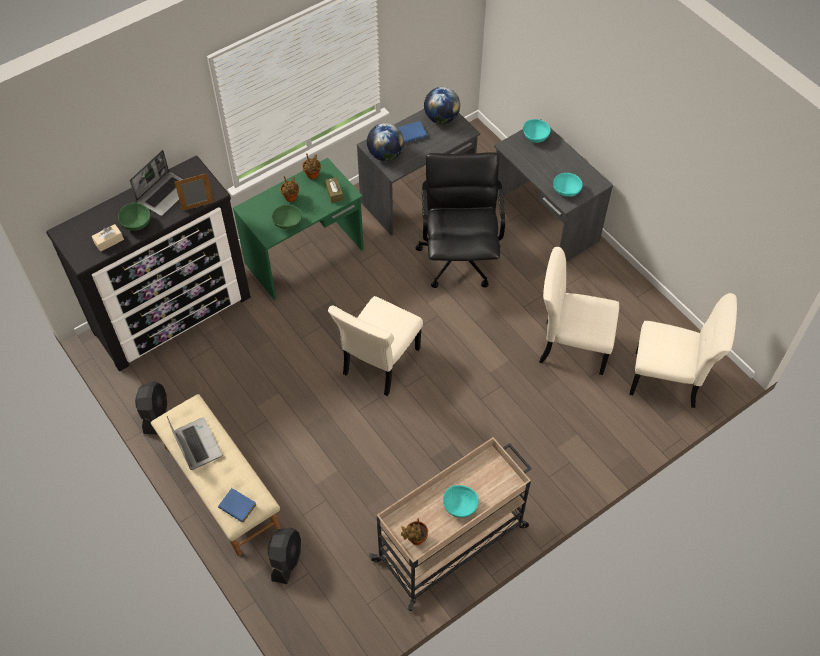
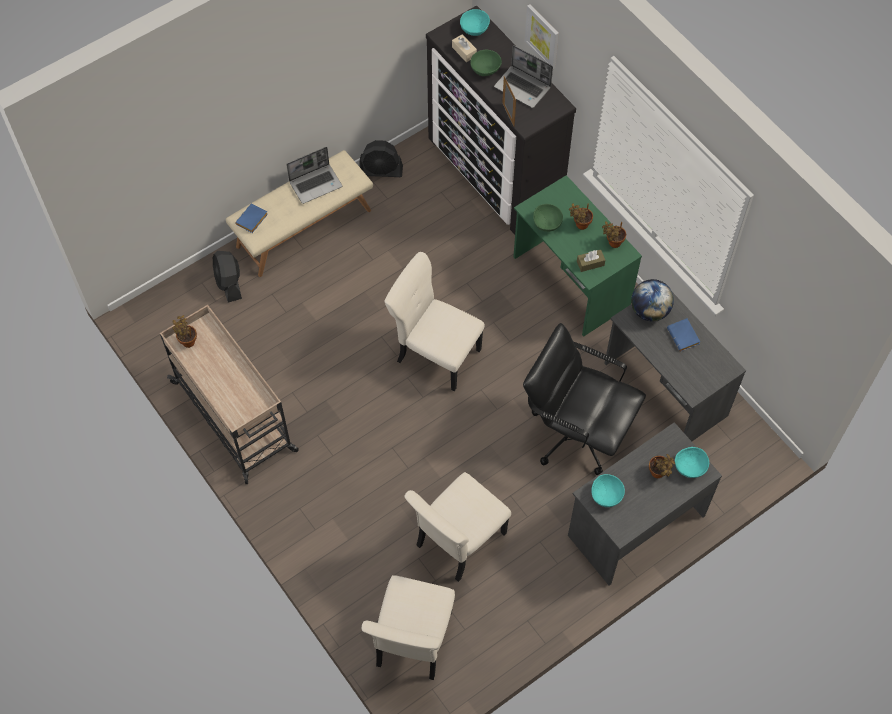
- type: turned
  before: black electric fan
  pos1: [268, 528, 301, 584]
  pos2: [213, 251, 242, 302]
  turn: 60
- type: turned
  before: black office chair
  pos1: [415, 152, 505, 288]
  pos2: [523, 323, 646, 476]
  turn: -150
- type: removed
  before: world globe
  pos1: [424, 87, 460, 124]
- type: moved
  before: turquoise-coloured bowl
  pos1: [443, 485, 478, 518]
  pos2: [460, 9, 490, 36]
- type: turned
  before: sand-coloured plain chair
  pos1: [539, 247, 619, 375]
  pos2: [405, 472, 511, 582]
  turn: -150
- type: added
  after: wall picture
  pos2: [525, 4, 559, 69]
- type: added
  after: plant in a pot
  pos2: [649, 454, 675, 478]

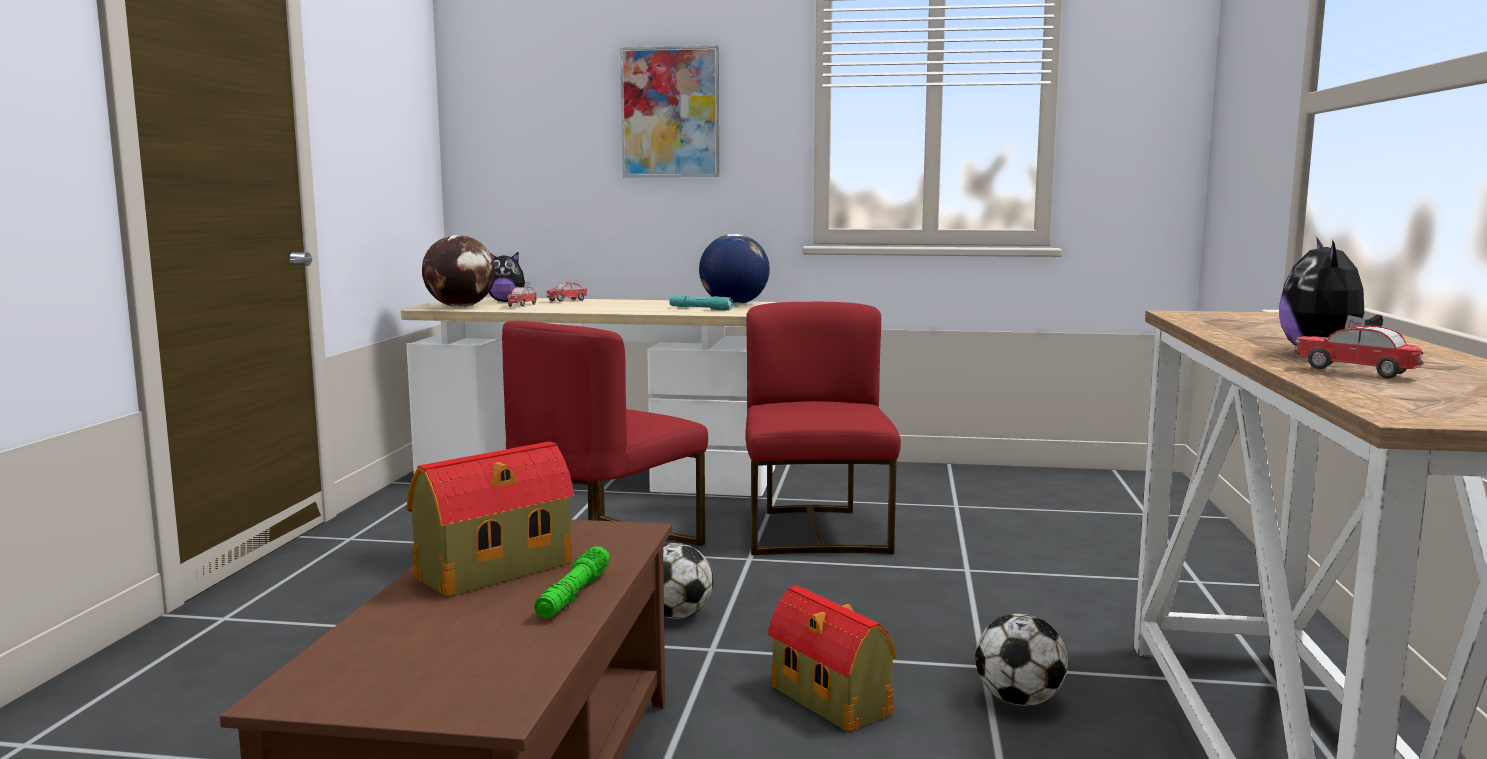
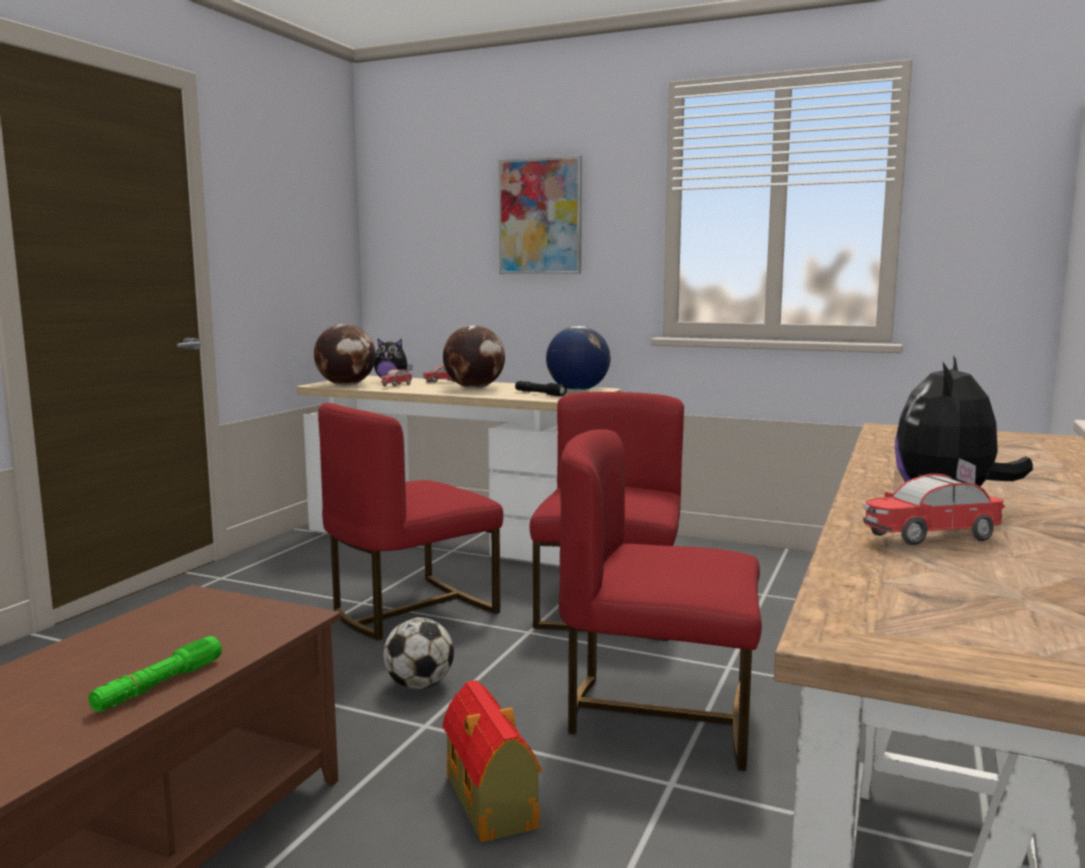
- type: removed
  before: toy house
  pos1: [406, 441, 574, 597]
- type: recoloured
  before: turquoise-coloured flashlight
  after: black flashlight
  pos1: [669, 296, 733, 311]
  pos2: [515, 381, 567, 396]
- type: removed
  before: football ball
  pos1: [975, 614, 1068, 706]
- type: turned
  before: model car
  pos1: [1295, 326, 1424, 379]
  pos2: [862, 474, 1005, 545]
  turn: -75
- type: added
  after: world globe
  pos2: [443, 325, 505, 389]
- type: added
  after: reddish plain chair
  pos2: [559, 429, 762, 771]

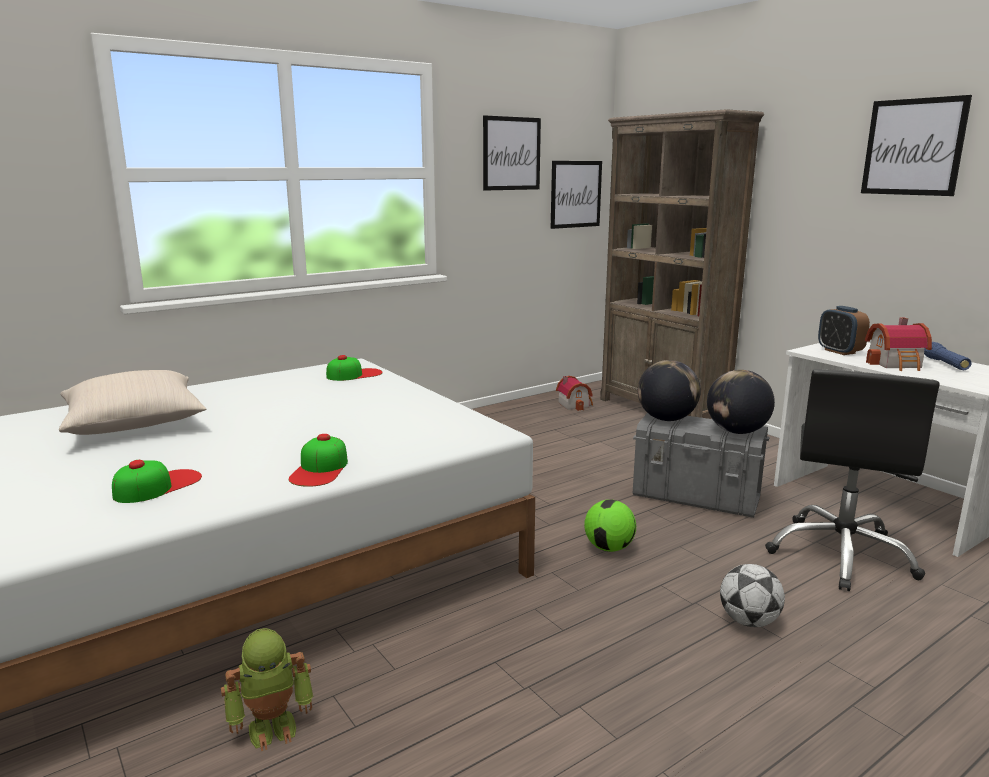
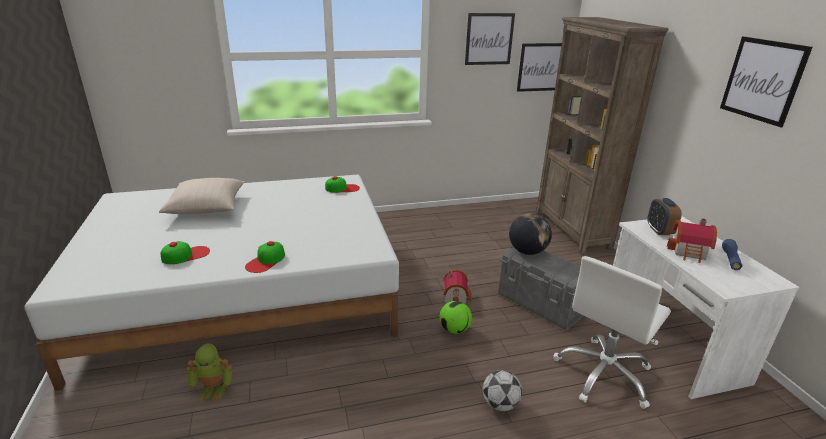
- type: moved
  before: toy house
  pos1: [556, 376, 593, 411]
  pos2: [443, 270, 472, 304]
- type: removed
  before: world globe
  pos1: [707, 370, 775, 434]
- type: recoloured
  before: black office chair
  after: white-coloured office chair
  pos1: [765, 369, 940, 591]
  pos2: [553, 256, 671, 409]

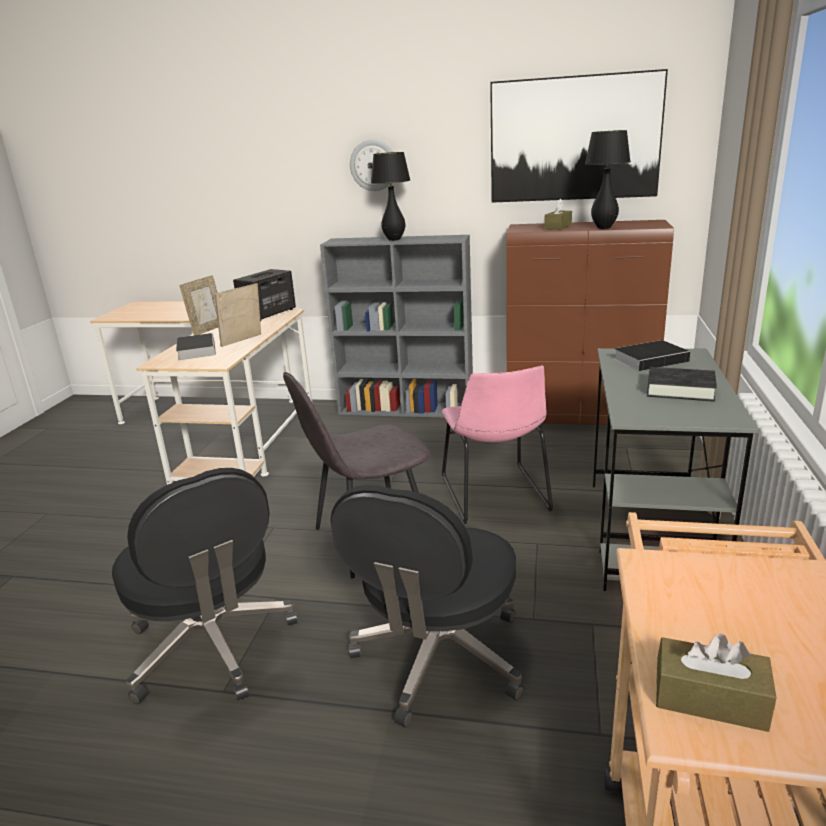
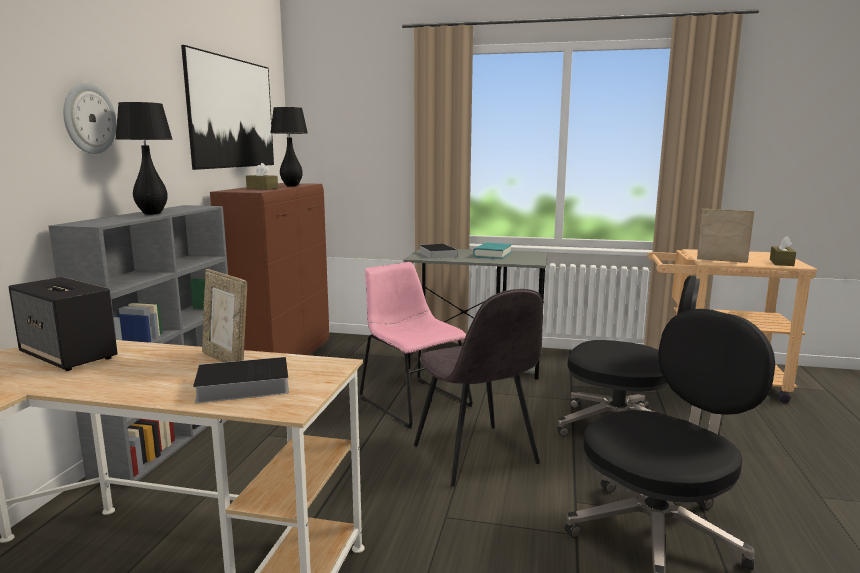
- type: moved
  before: photo frame
  pos1: [179, 275, 218, 335]
  pos2: [697, 209, 754, 263]
- type: turned
  before: pinkish plain chair
  pos1: [442, 366, 553, 524]
  pos2: [359, 262, 473, 429]
  turn: -120
- type: recoloured
  before: black book
  after: turquoise-coloured book
  pos1: [647, 367, 717, 402]
  pos2: [473, 243, 512, 259]

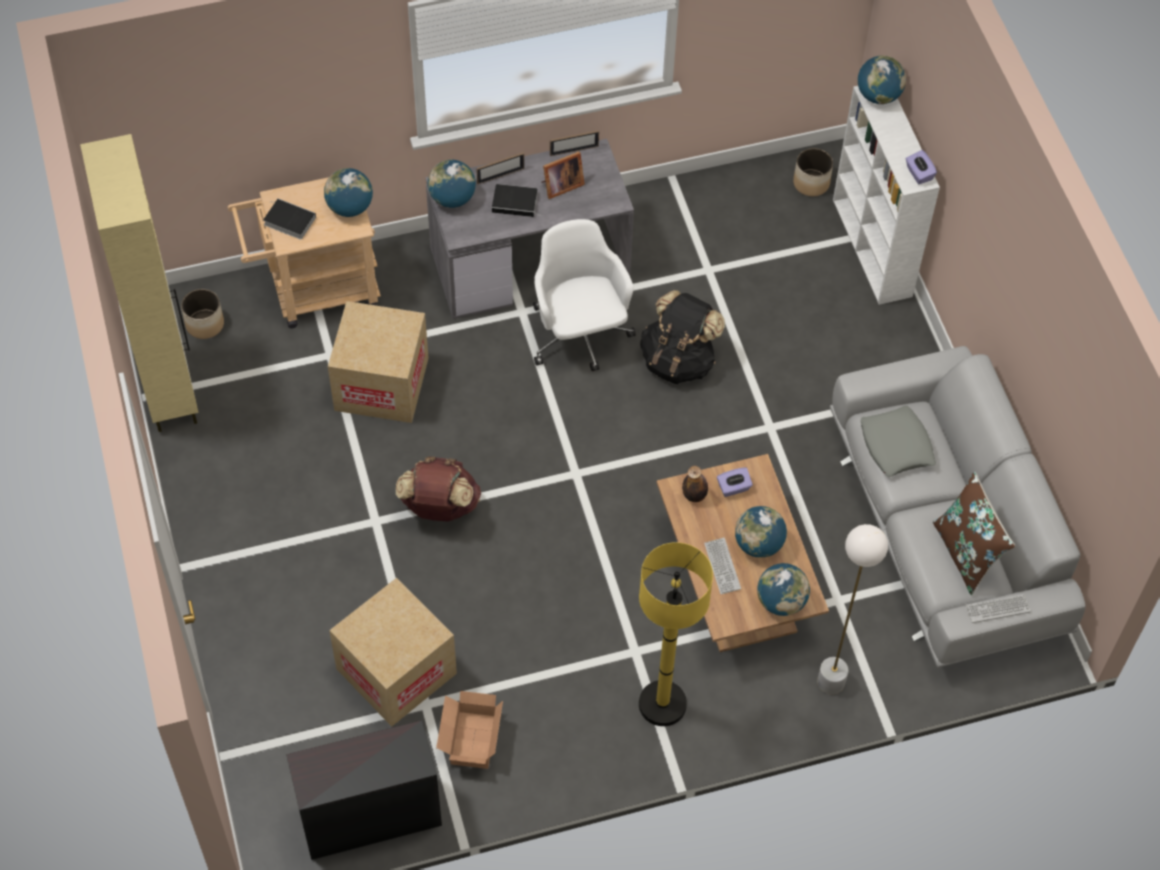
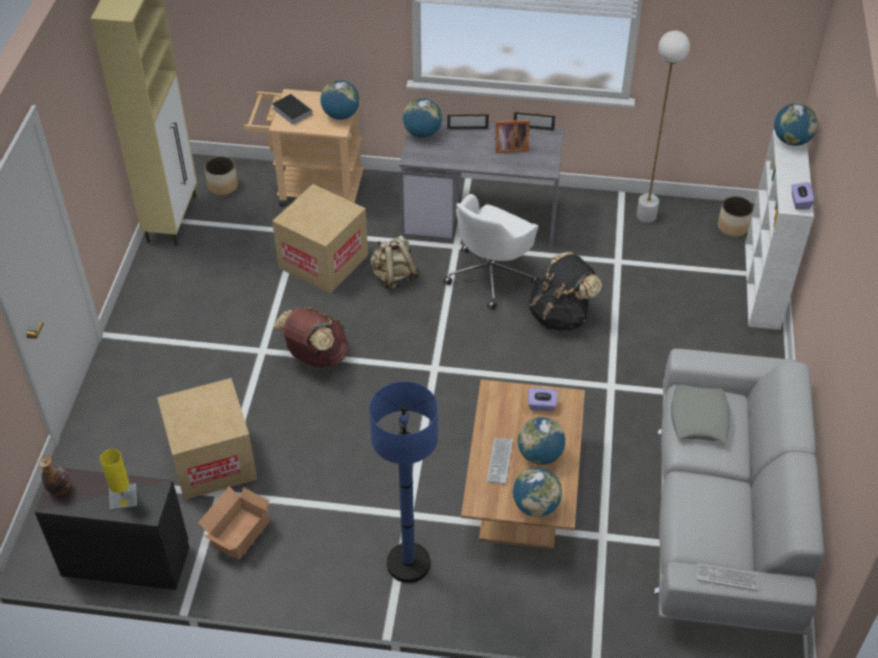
- type: removed
  before: book
  pos1: [492, 184, 540, 217]
- type: turned
  before: white-coloured office chair
  pos1: [533, 219, 636, 371]
  pos2: [443, 194, 540, 310]
  turn: -150
- type: recoloured
  before: yellowish floor lamp
  after: blue-coloured floor lamp
  pos1: [639, 542, 713, 726]
  pos2: [369, 381, 438, 583]
- type: moved
  before: drink bottle
  pos1: [682, 466, 708, 502]
  pos2: [38, 455, 71, 496]
- type: moved
  before: white-coloured floor lamp
  pos1: [817, 524, 888, 695]
  pos2: [636, 31, 690, 223]
- type: removed
  before: brownish cushion
  pos1: [933, 472, 1015, 595]
- type: added
  after: yellowish table lamp
  pos2: [100, 449, 137, 510]
- type: added
  after: sand-coloured backpack
  pos2: [370, 235, 420, 289]

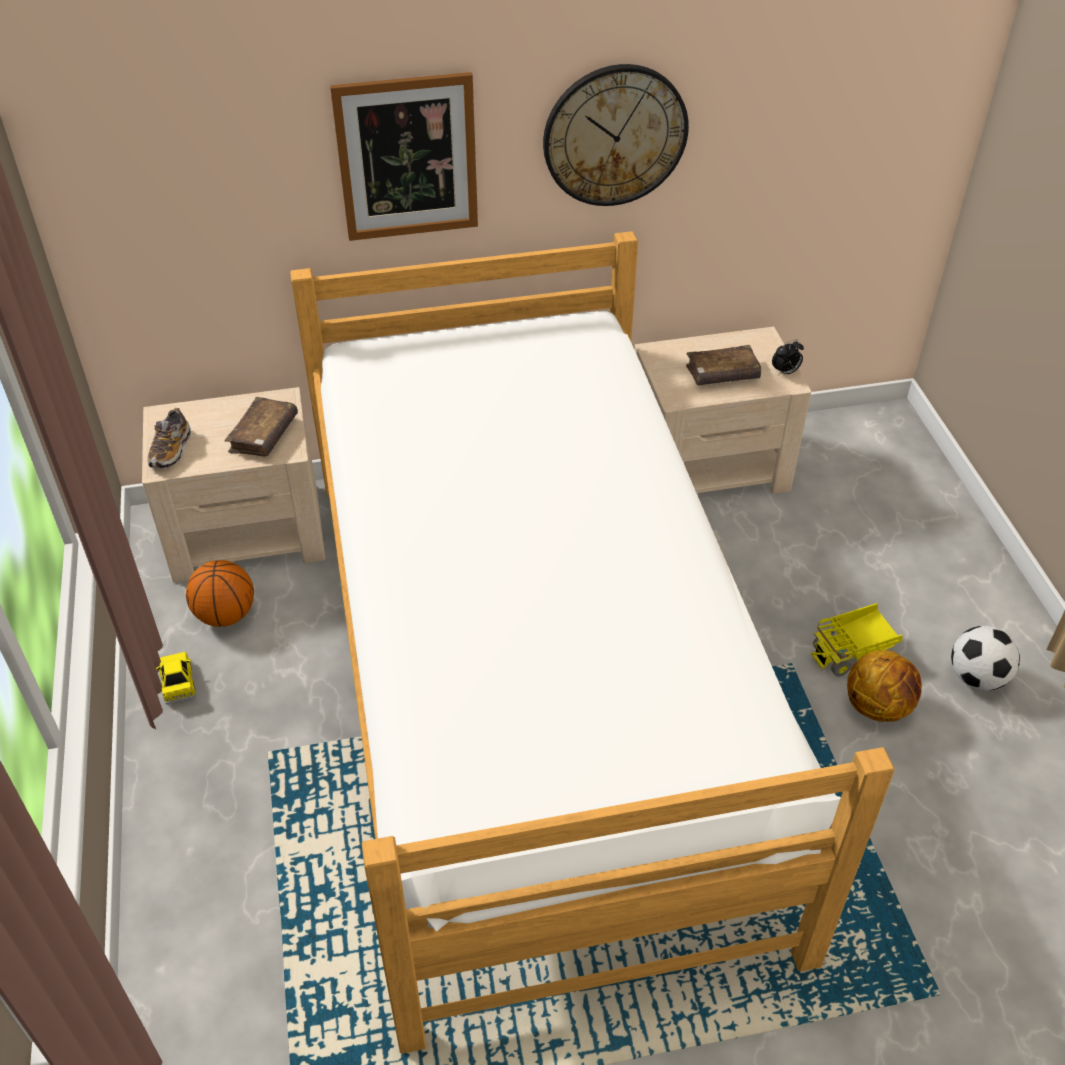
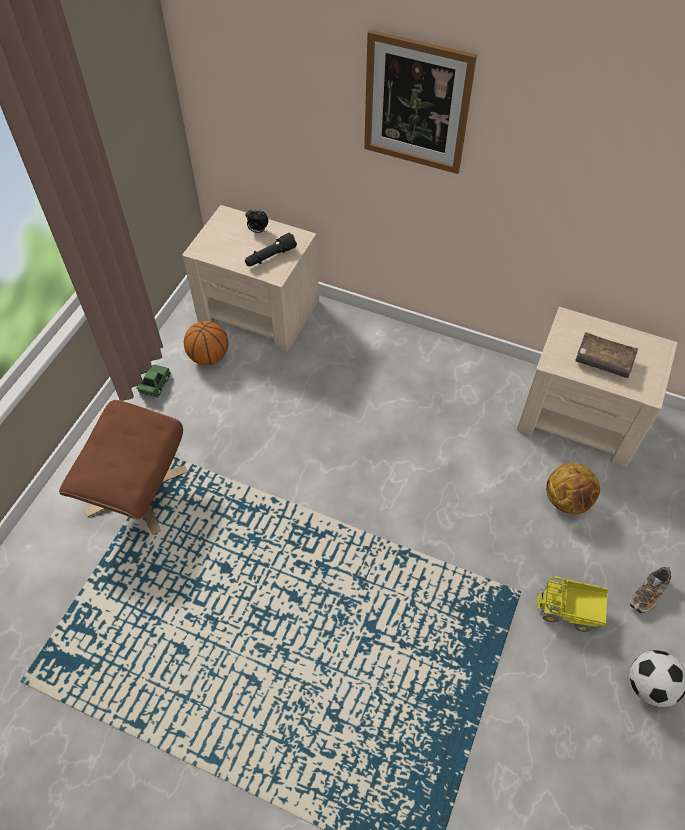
- type: moved
  before: low shoe
  pos1: [147, 408, 191, 469]
  pos2: [629, 567, 671, 613]
- type: recoloured
  before: yellowish model car
  after: green-coloured model car
  pos1: [156, 652, 196, 705]
  pos2: [136, 365, 171, 399]
- type: replaced
  before: brownish book
  after: black flashlight
  pos1: [225, 397, 298, 457]
  pos2: [245, 233, 297, 266]
- type: removed
  before: bed
  pos1: [290, 231, 895, 1054]
- type: removed
  before: hanging clock
  pos1: [543, 64, 689, 206]
- type: moved
  before: table clock
  pos1: [772, 339, 804, 376]
  pos2: [245, 209, 268, 233]
- type: moved
  before: ball for basketball
  pos1: [847, 650, 922, 722]
  pos2: [546, 463, 600, 514]
- type: added
  after: brownish ottoman
  pos2: [59, 400, 188, 535]

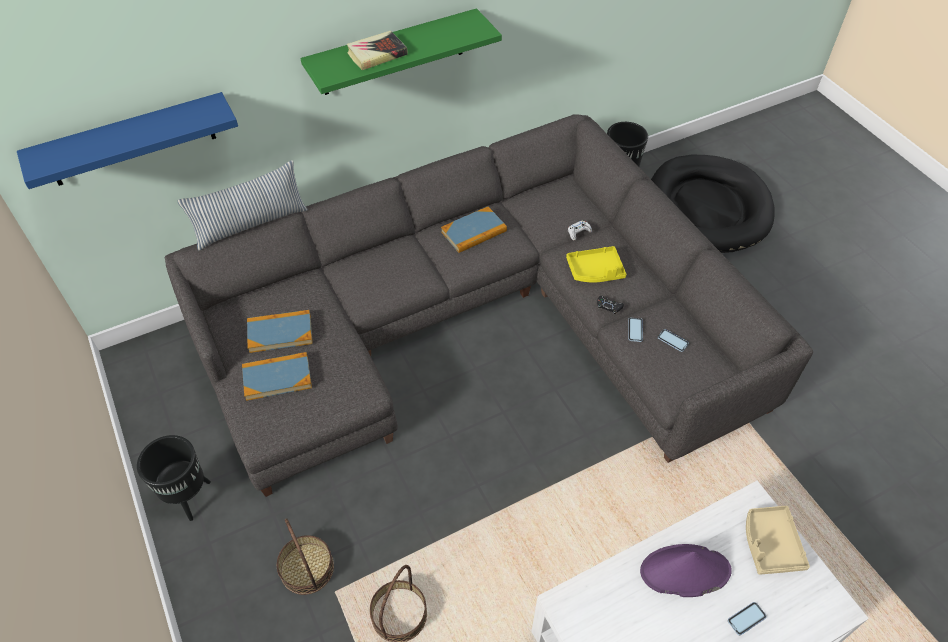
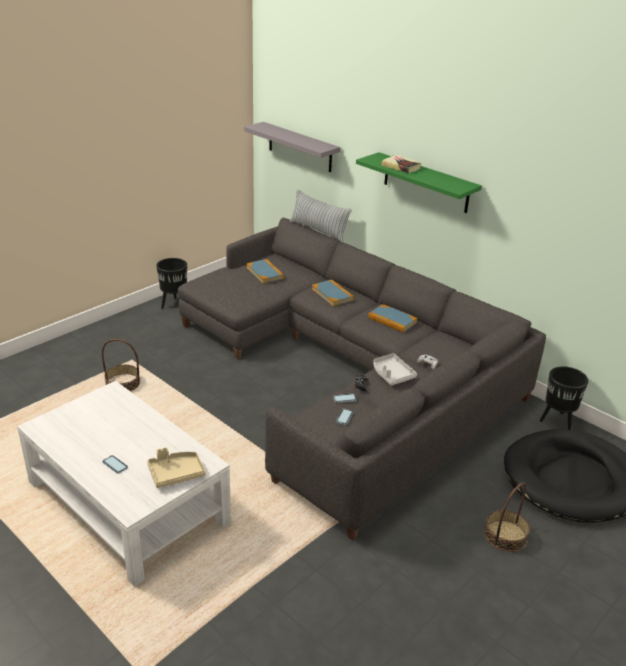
- type: recoloured
  before: blue-coloured bracket shelf
  after: gray bracket shelf
  pos1: [17, 92, 238, 189]
  pos2: [244, 122, 340, 172]
- type: moved
  before: book
  pos1: [242, 352, 312, 401]
  pos2: [312, 280, 354, 306]
- type: moved
  before: storage basket
  pos1: [277, 518, 334, 595]
  pos2: [484, 483, 530, 552]
- type: recoloured
  before: yellowish tray
  after: gray tray
  pos1: [566, 246, 626, 282]
  pos2: [373, 353, 417, 385]
- type: removed
  before: purple hat
  pos1: [640, 544, 732, 597]

